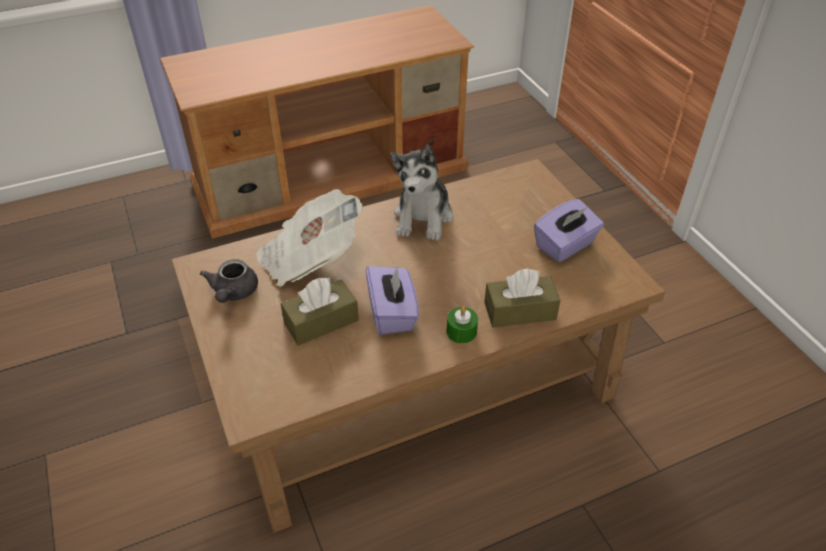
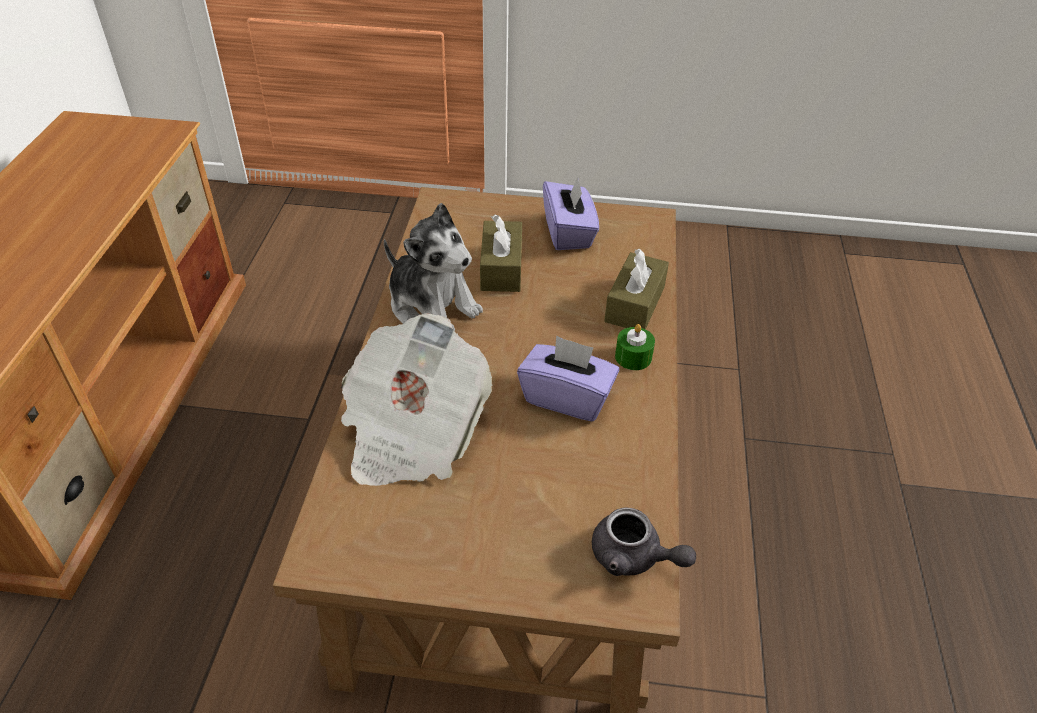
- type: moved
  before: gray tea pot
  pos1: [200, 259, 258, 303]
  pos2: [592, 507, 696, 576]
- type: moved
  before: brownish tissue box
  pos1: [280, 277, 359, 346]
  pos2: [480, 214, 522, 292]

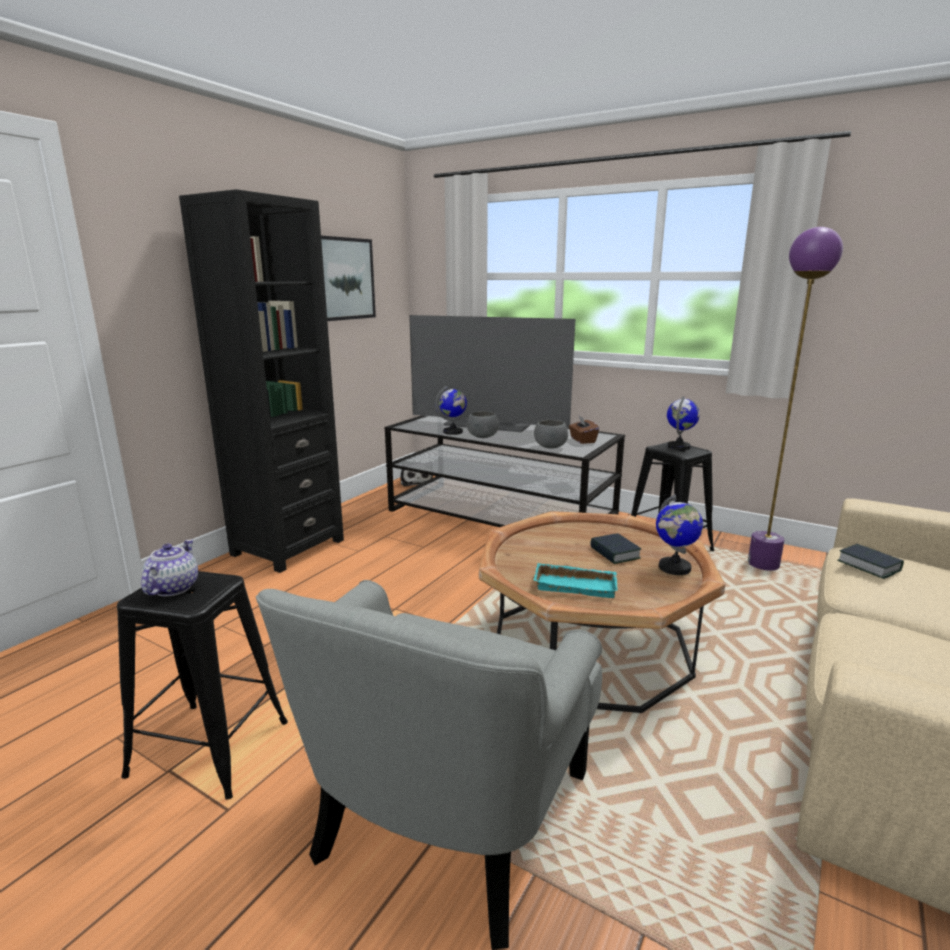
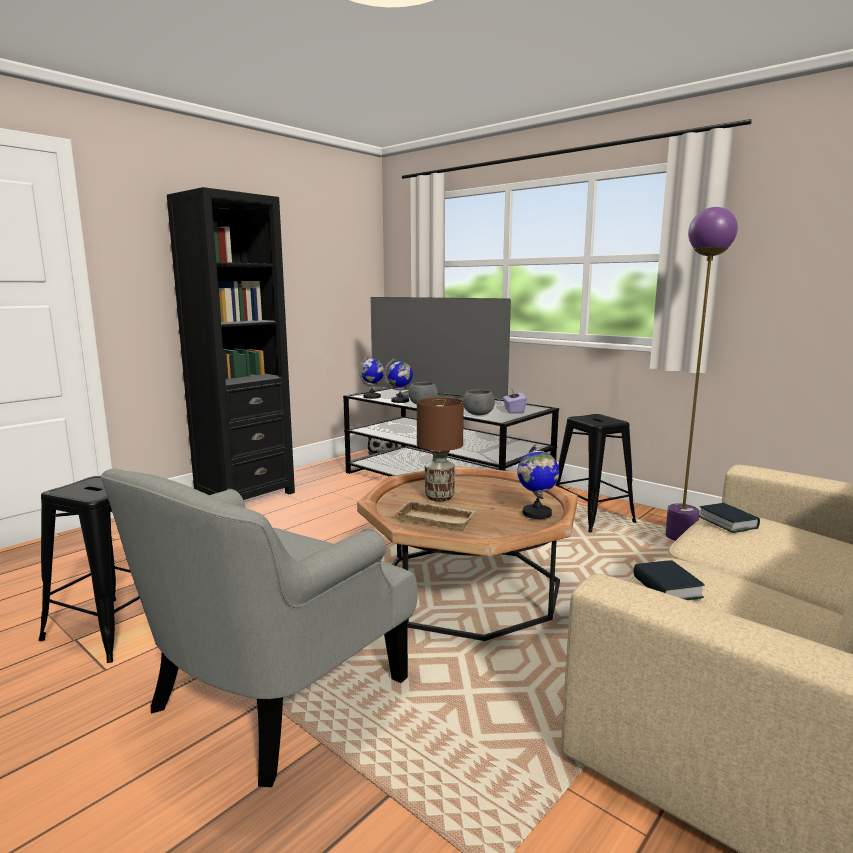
- type: removed
  before: tea pot
  pos1: [141, 539, 198, 596]
- type: removed
  before: wall picture
  pos1: [321, 236, 376, 321]
- type: recoloured
  before: turquoise-coloured tray
  after: sand-coloured tray
  pos1: [534, 563, 618, 598]
  pos2: [396, 500, 476, 531]
- type: recoloured
  before: brownish tissue box
  after: purple tissue box
  pos1: [569, 416, 599, 444]
  pos2: [503, 388, 527, 413]
- type: moved
  before: book
  pos1: [590, 533, 641, 564]
  pos2: [633, 560, 705, 600]
- type: moved
  before: world globe
  pos1: [667, 396, 700, 450]
  pos2: [360, 356, 384, 399]
- type: added
  after: brownish table lamp
  pos2: [417, 397, 464, 501]

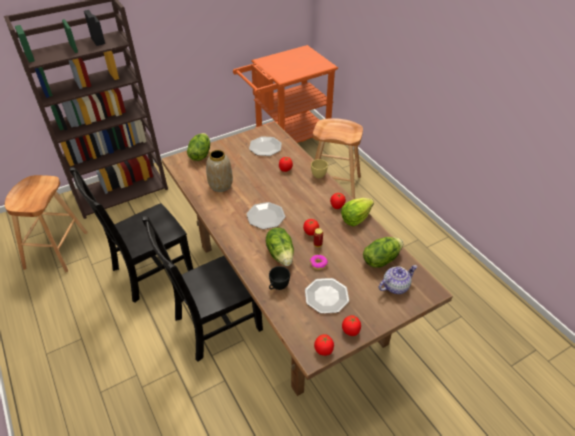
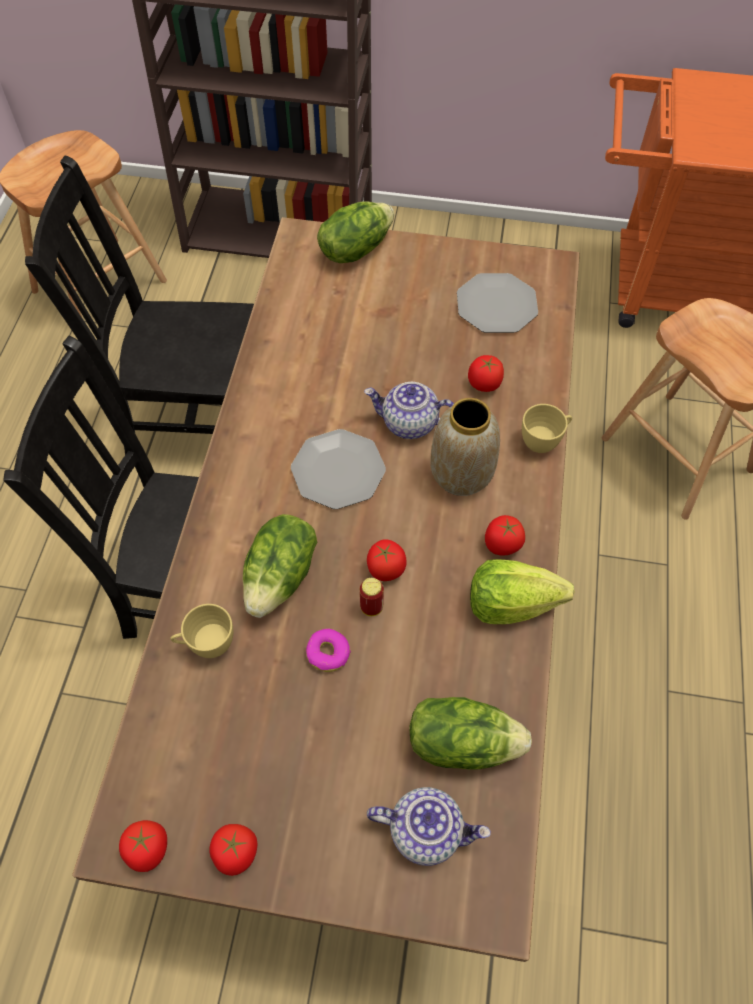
- type: moved
  before: flower vase
  pos1: [206, 150, 233, 192]
  pos2: [431, 398, 500, 496]
- type: recoloured
  before: black cup
  after: yellowish cup
  pos1: [269, 266, 290, 290]
  pos2: [170, 604, 233, 658]
- type: removed
  before: flat dish
  pos1: [305, 278, 349, 314]
- type: added
  after: tea pot
  pos2: [364, 382, 454, 439]

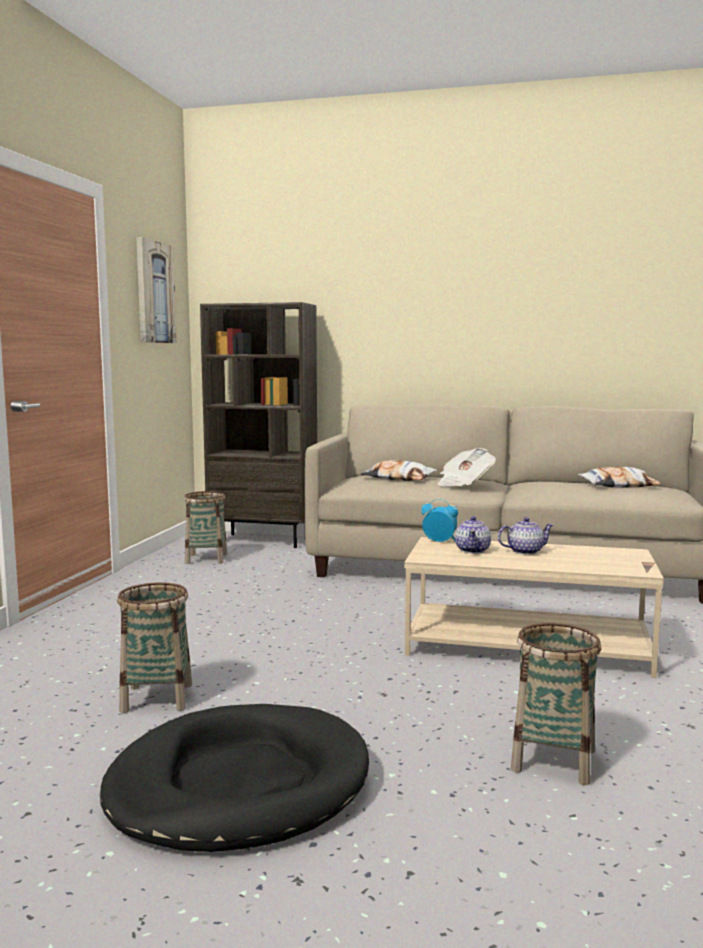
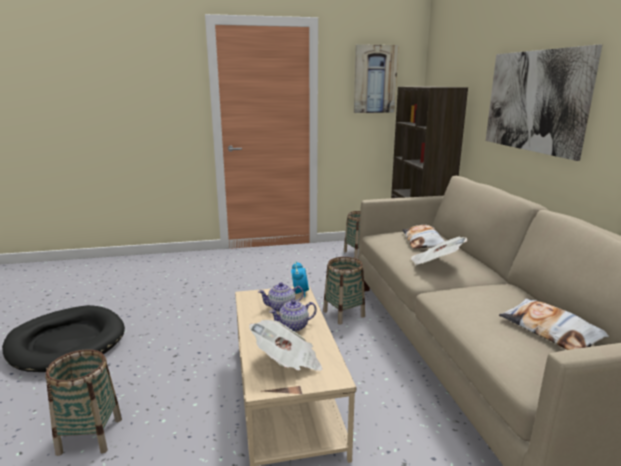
- type: moved
  before: storage basket
  pos1: [117, 582, 192, 713]
  pos2: [323, 257, 365, 325]
- type: turned
  before: tea pot
  pos1: [498, 517, 553, 555]
  pos2: [269, 300, 317, 332]
  turn: 105
- type: added
  after: printed paper
  pos2: [249, 320, 323, 371]
- type: added
  after: wall picture
  pos2: [486, 44, 602, 161]

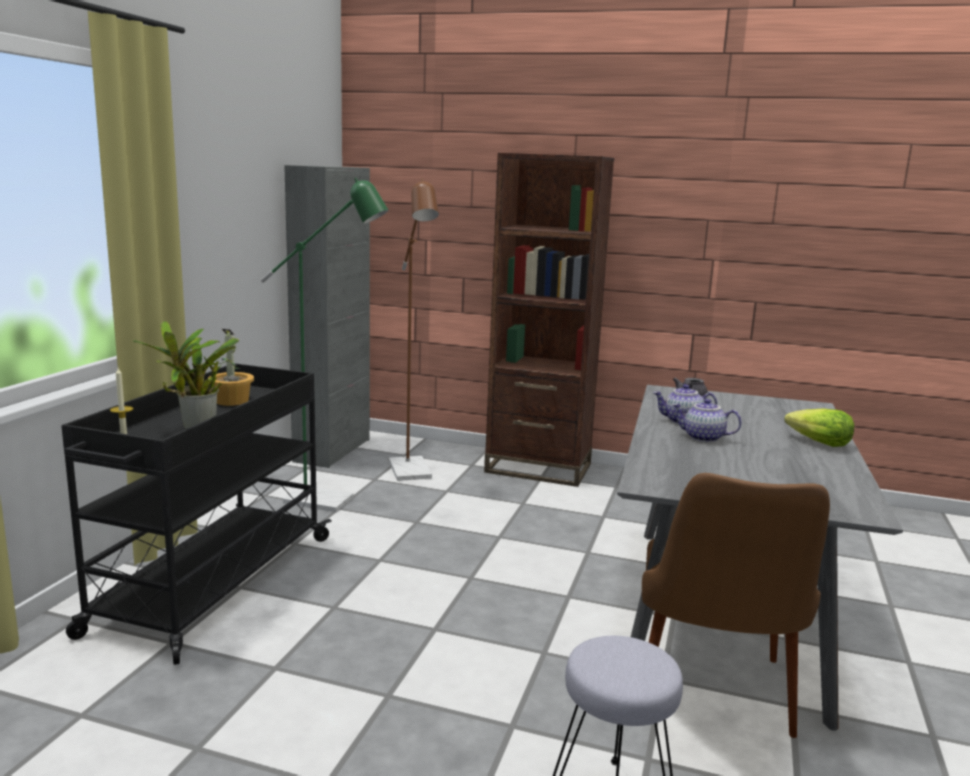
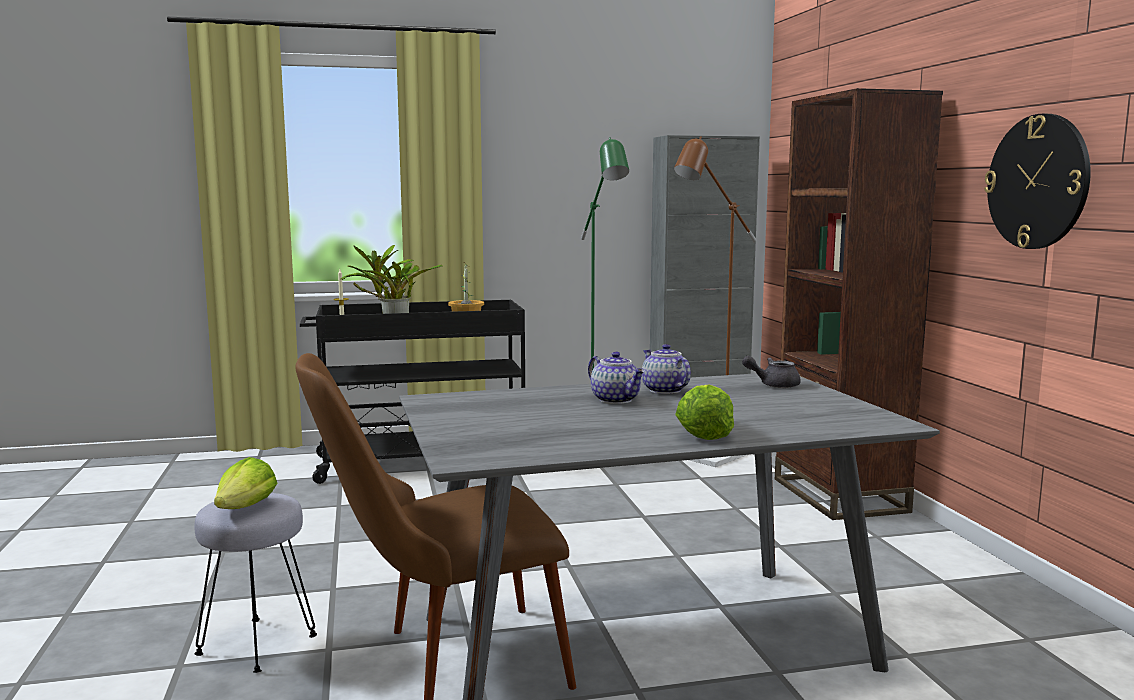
- type: turned
  before: tea pot
  pos1: [672, 399, 742, 442]
  pos2: [588, 352, 645, 404]
  turn: 150
- type: added
  after: head of lettuce
  pos2: [214, 457, 277, 509]
- type: added
  after: hanging clock
  pos2: [984, 114, 1091, 249]

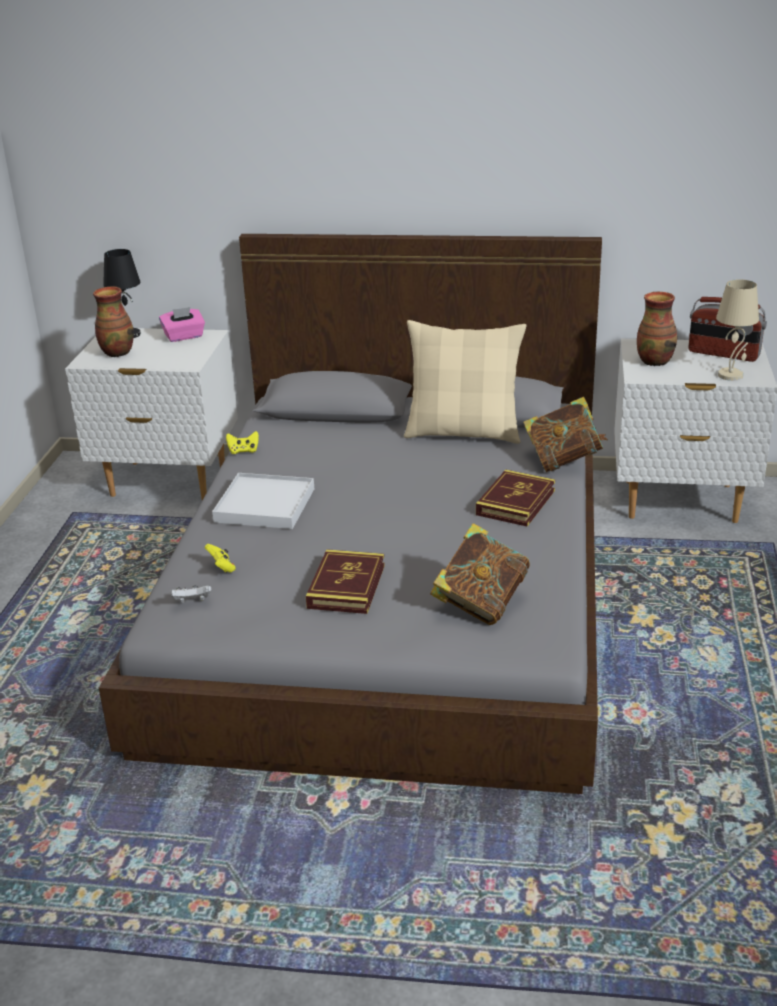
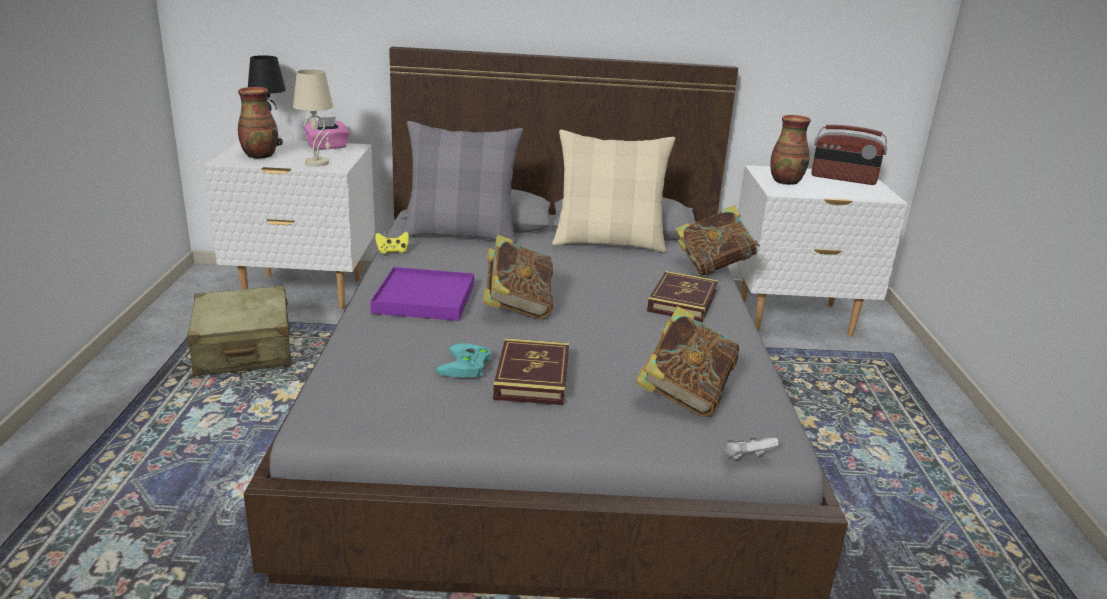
- type: moved
  before: white-coloured game controller
  pos1: [170, 585, 211, 603]
  pos2: [725, 438, 779, 460]
- type: removed
  before: yellowish game controller
  pos1: [205, 544, 236, 573]
- type: recoloured
  before: white-coloured tray
  after: purple tray
  pos1: [212, 473, 314, 529]
  pos2: [370, 267, 474, 321]
- type: moved
  before: sand-coloured table lamp
  pos1: [716, 279, 759, 381]
  pos2: [293, 70, 333, 167]
- type: added
  after: sand-coloured travel case
  pos2: [187, 286, 292, 376]
- type: added
  after: gray cushion
  pos2: [402, 121, 523, 244]
- type: added
  after: turquoise-coloured game controller
  pos2: [436, 343, 491, 377]
- type: added
  after: book
  pos2: [483, 235, 553, 319]

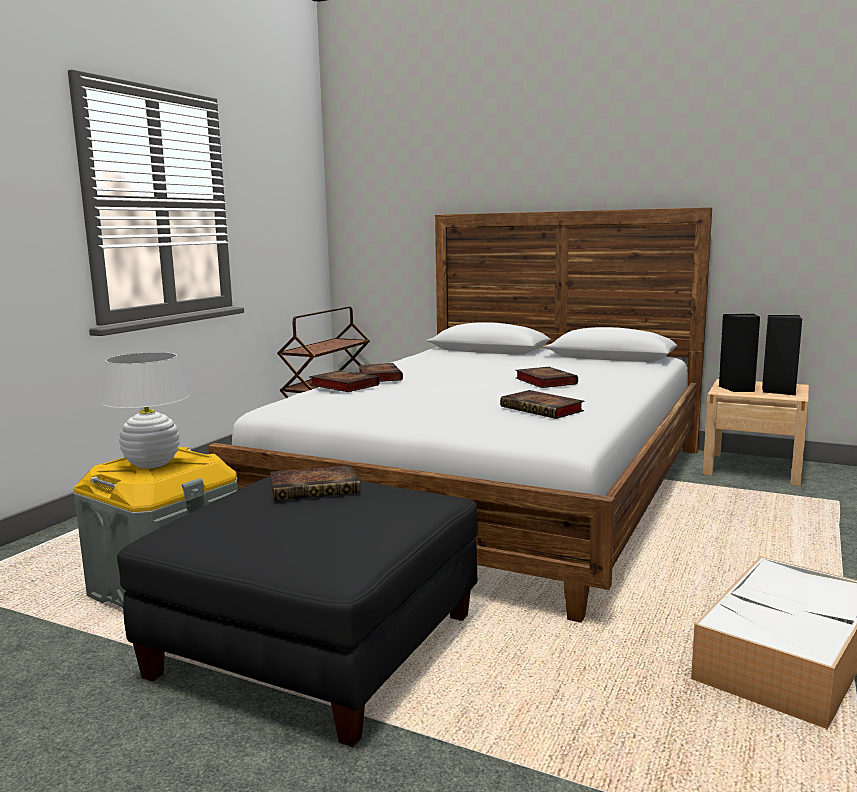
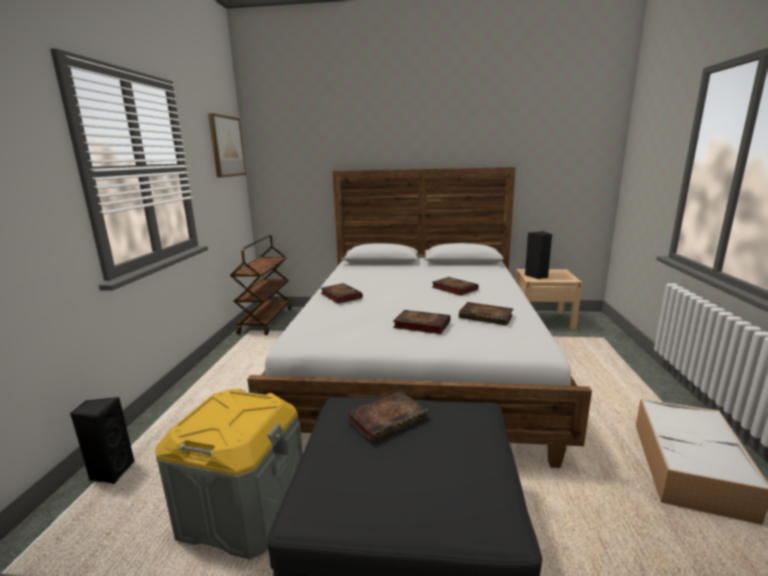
- type: removed
  before: white-coloured table lamp
  pos1: [101, 352, 189, 468]
- type: moved
  before: book
  pos1: [309, 370, 380, 392]
  pos2: [393, 310, 450, 334]
- type: moved
  before: black speaker
  pos1: [762, 315, 802, 395]
  pos2: [70, 397, 135, 484]
- type: added
  after: wall picture
  pos2: [208, 113, 246, 178]

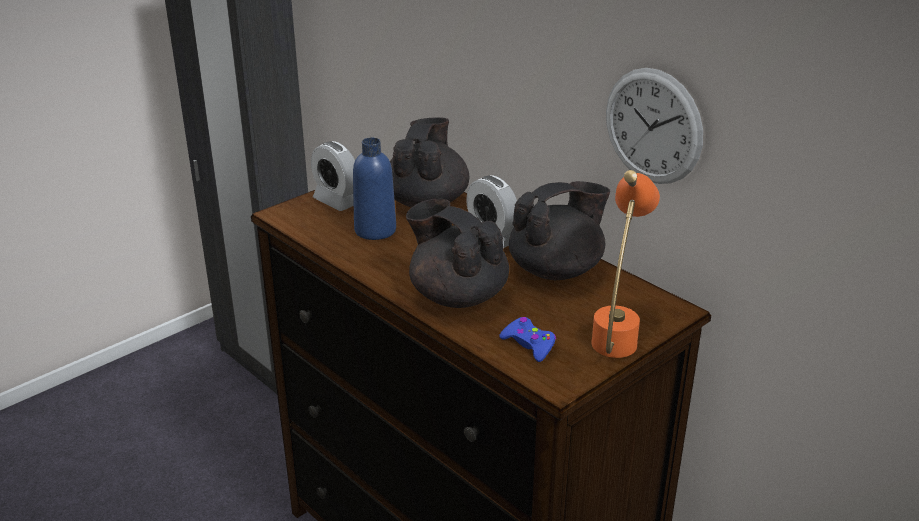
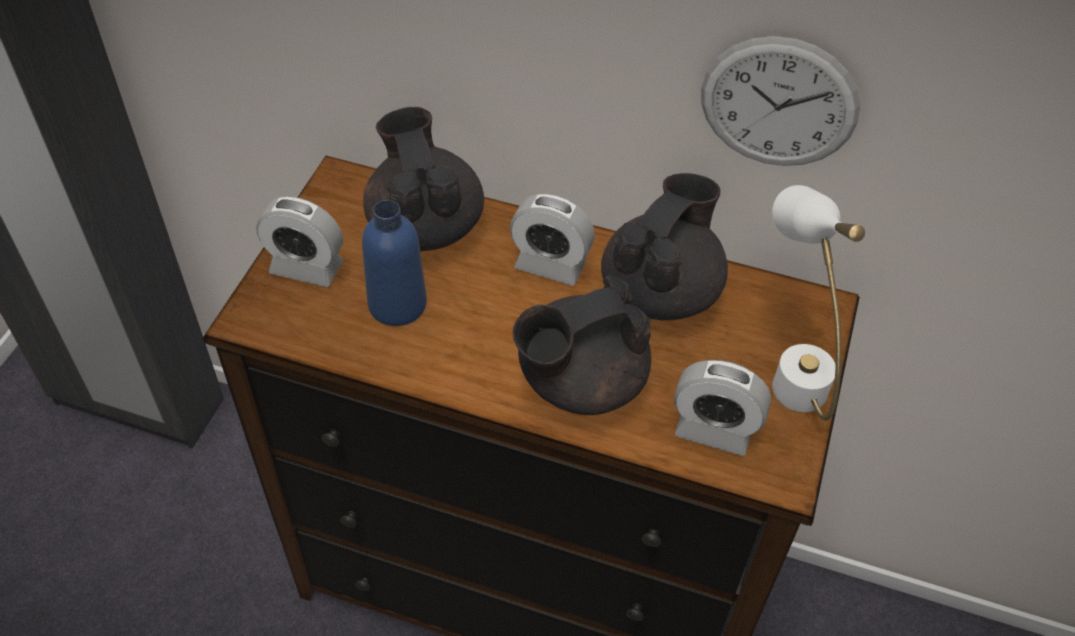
- type: turned
  before: black tea pot
  pos1: [406, 198, 509, 308]
  pos2: [513, 275, 651, 415]
  turn: -45
- type: replaced
  before: blue-coloured game controller
  after: table clock
  pos1: [499, 317, 556, 362]
  pos2: [674, 360, 771, 456]
- type: recoloured
  before: orange-coloured table lamp
  after: white-coloured table lamp
  pos1: [591, 170, 660, 358]
  pos2: [772, 185, 865, 421]

